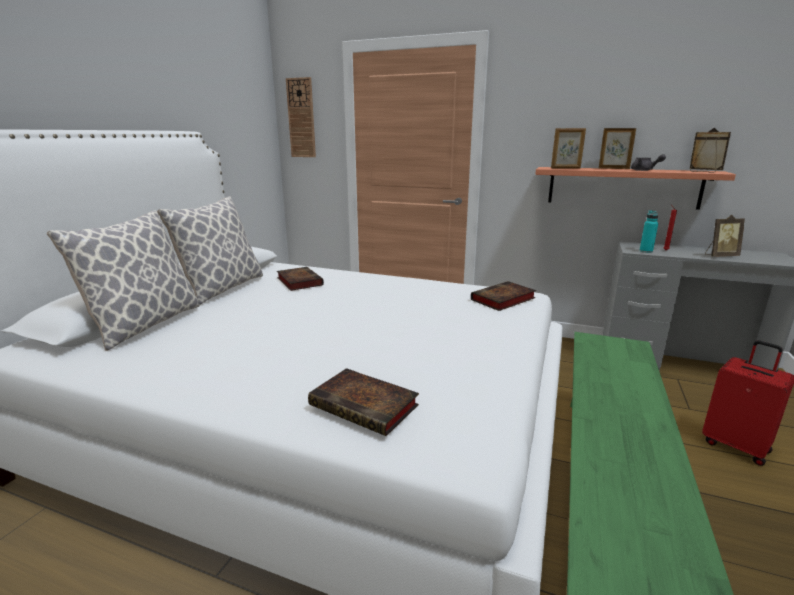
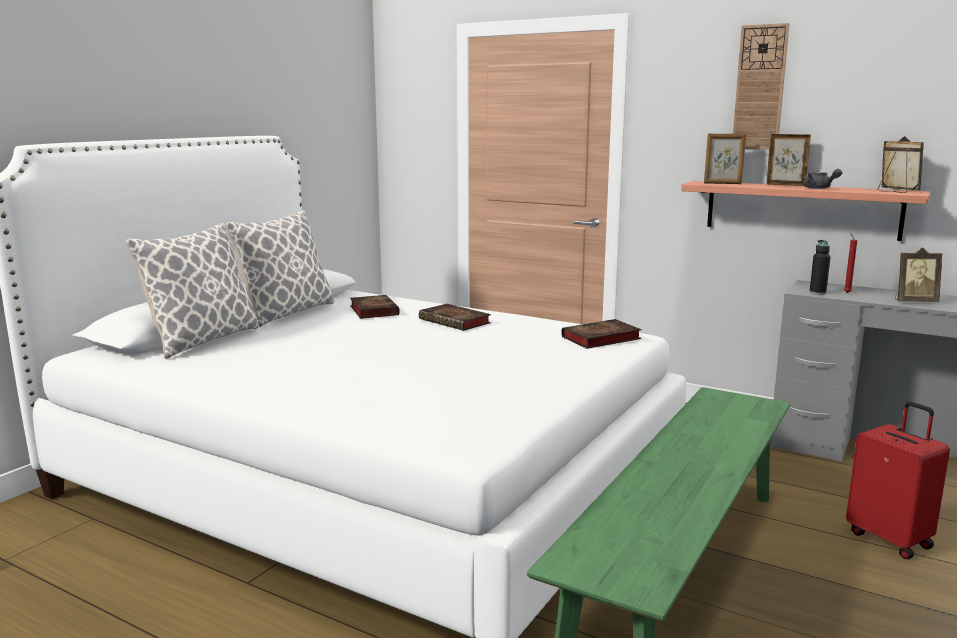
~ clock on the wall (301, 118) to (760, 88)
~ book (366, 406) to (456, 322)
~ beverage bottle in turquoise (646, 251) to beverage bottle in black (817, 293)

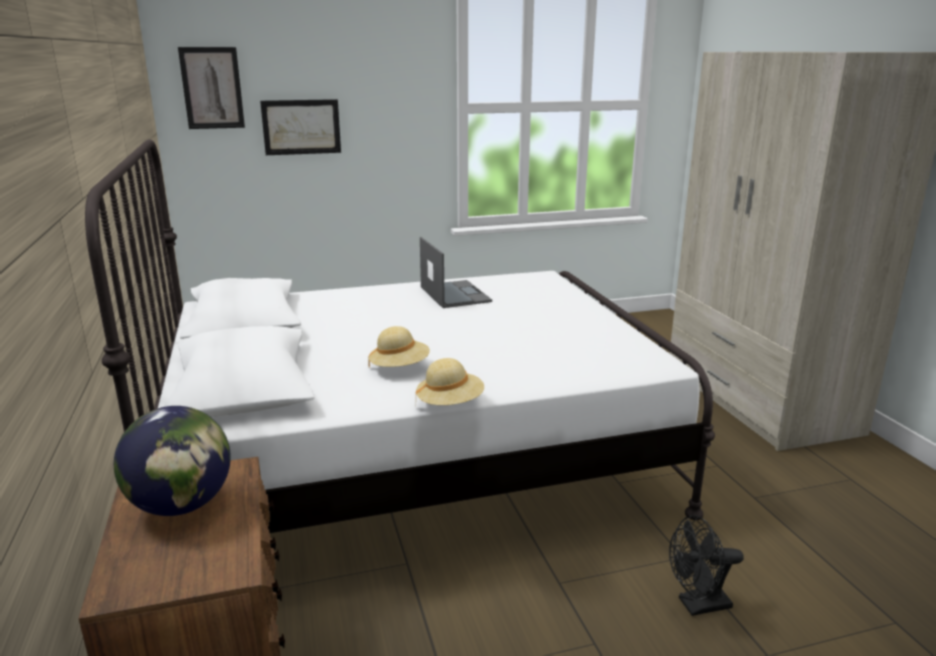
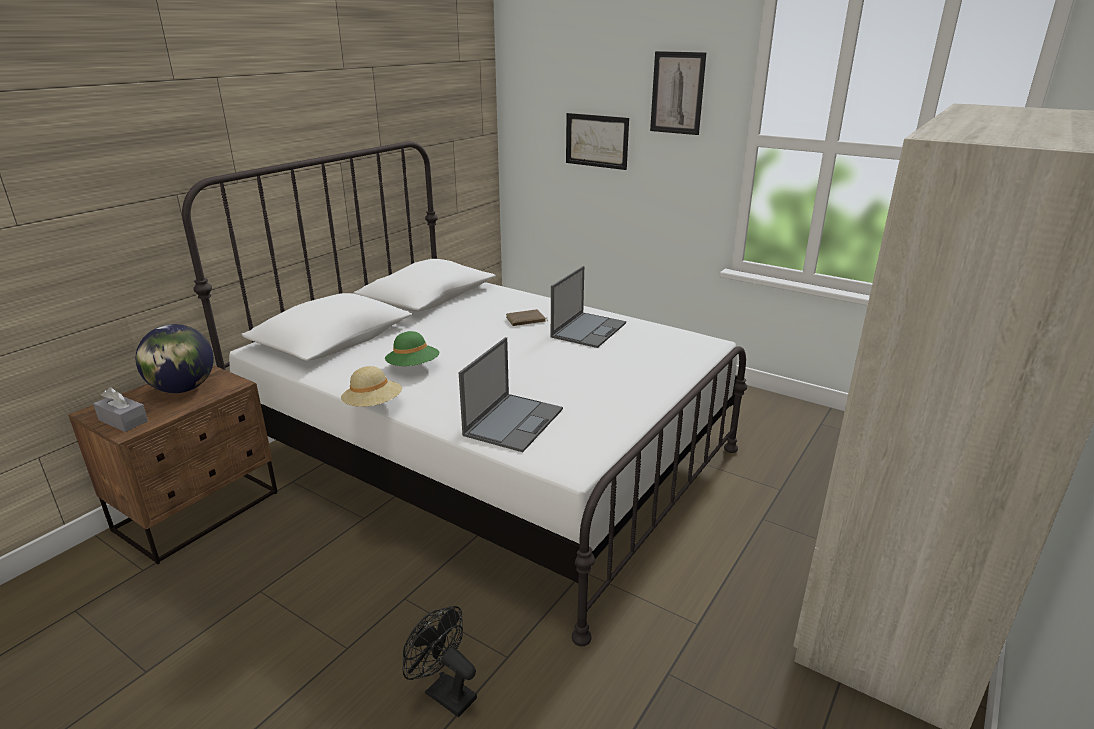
~ wall art (212, 88) to (677, 93)
~ hat in beige (399, 368) to hat in greenish (413, 367)
+ tissue holder in greyish (123, 420)
+ laptop (514, 421)
+ book in brown (526, 320)

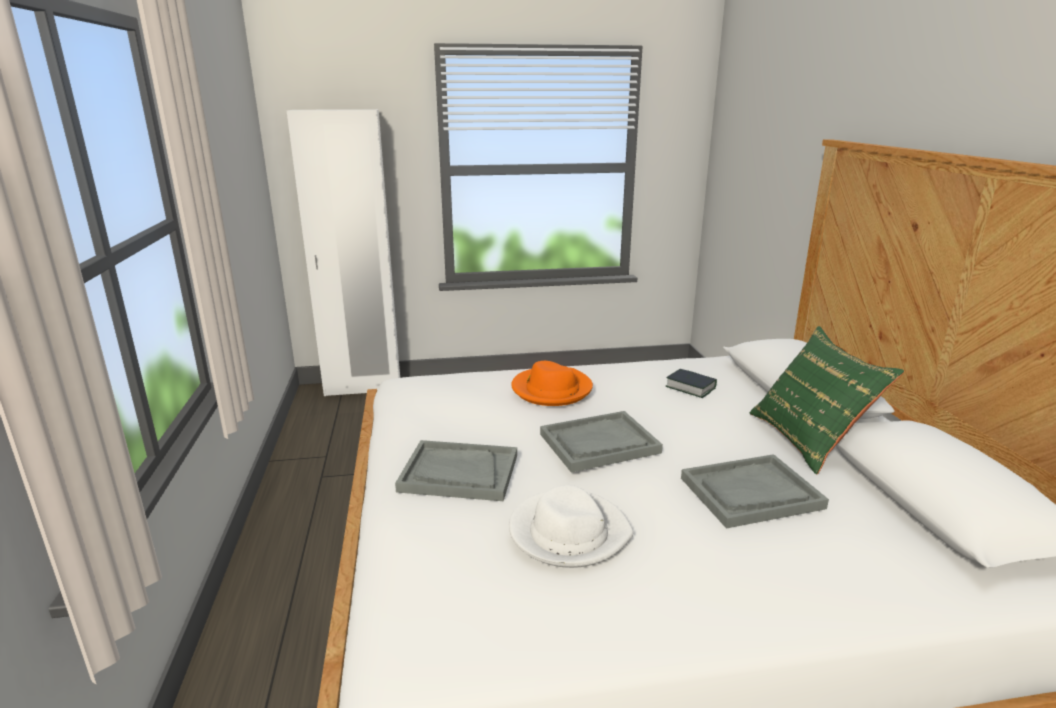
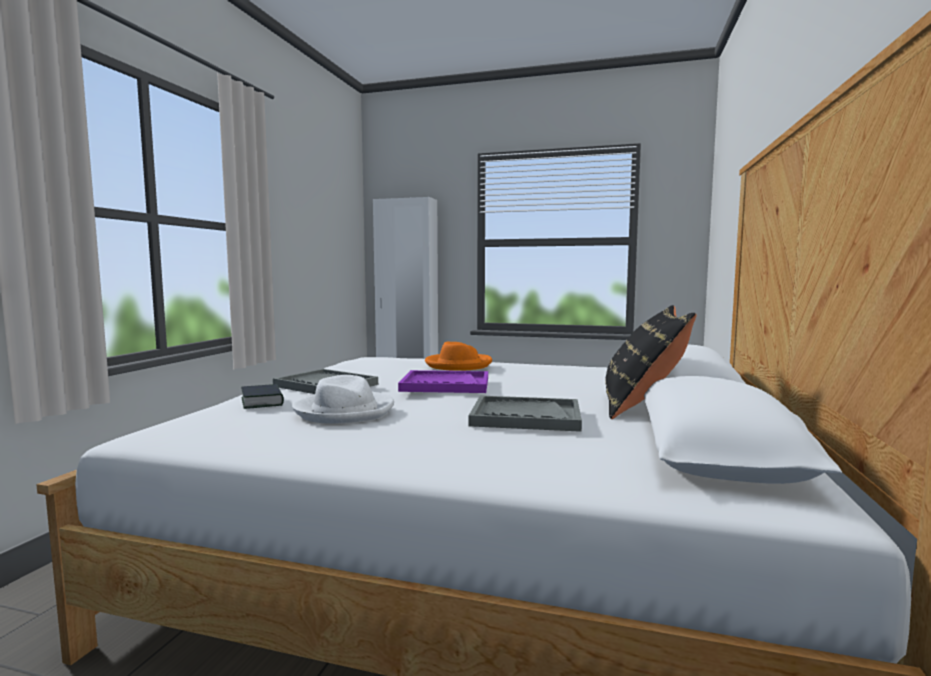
~ tray in greyish (599, 443) to tray in purplish (445, 385)
~ book (690, 387) to (262, 402)
~ cushion in greenish (809, 439) to cushion in black (641, 405)

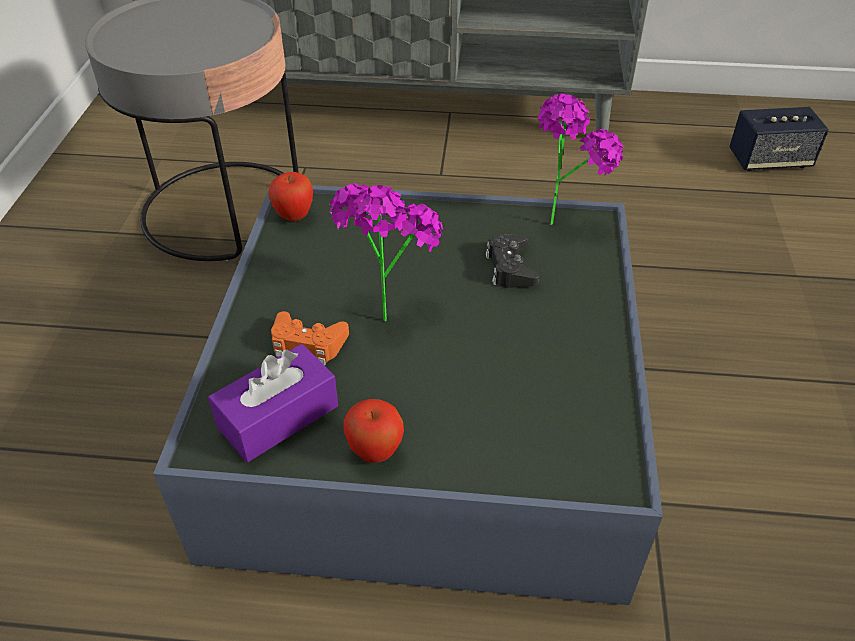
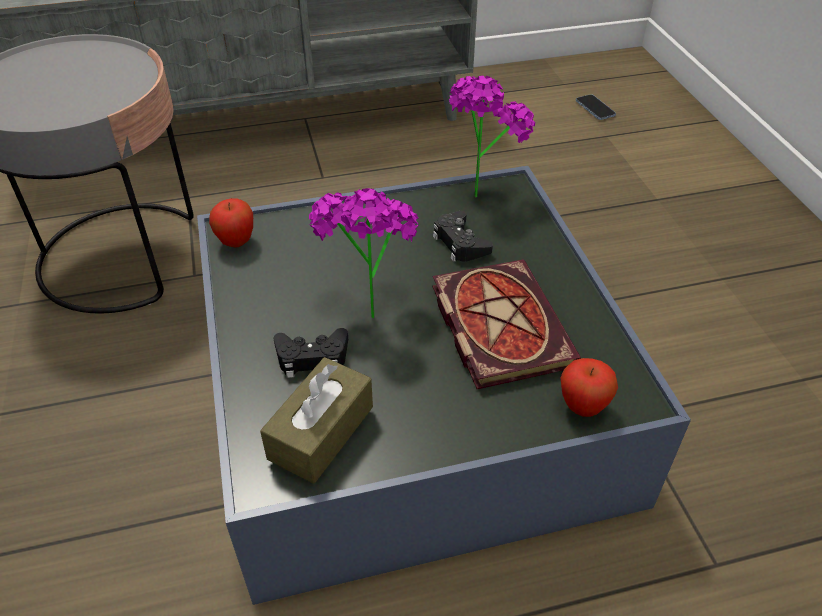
~ tissue holder in purplish (278, 416) to tissue holder in brown (321, 432)
~ game controller in orangey (308, 344) to game controller in black (312, 358)
~ apple (375, 451) to (582, 407)
~ audio speaker (769, 160) to telephone (595, 108)
+ book (497, 323)

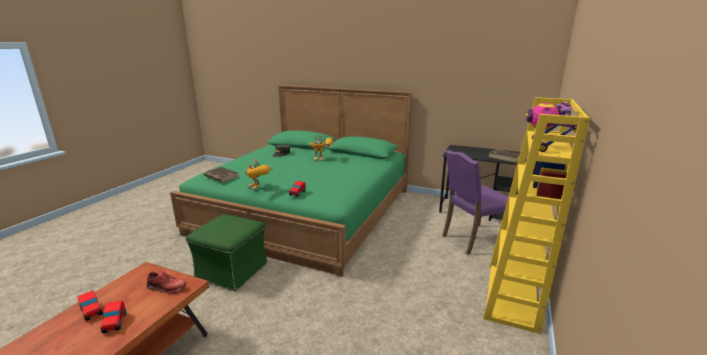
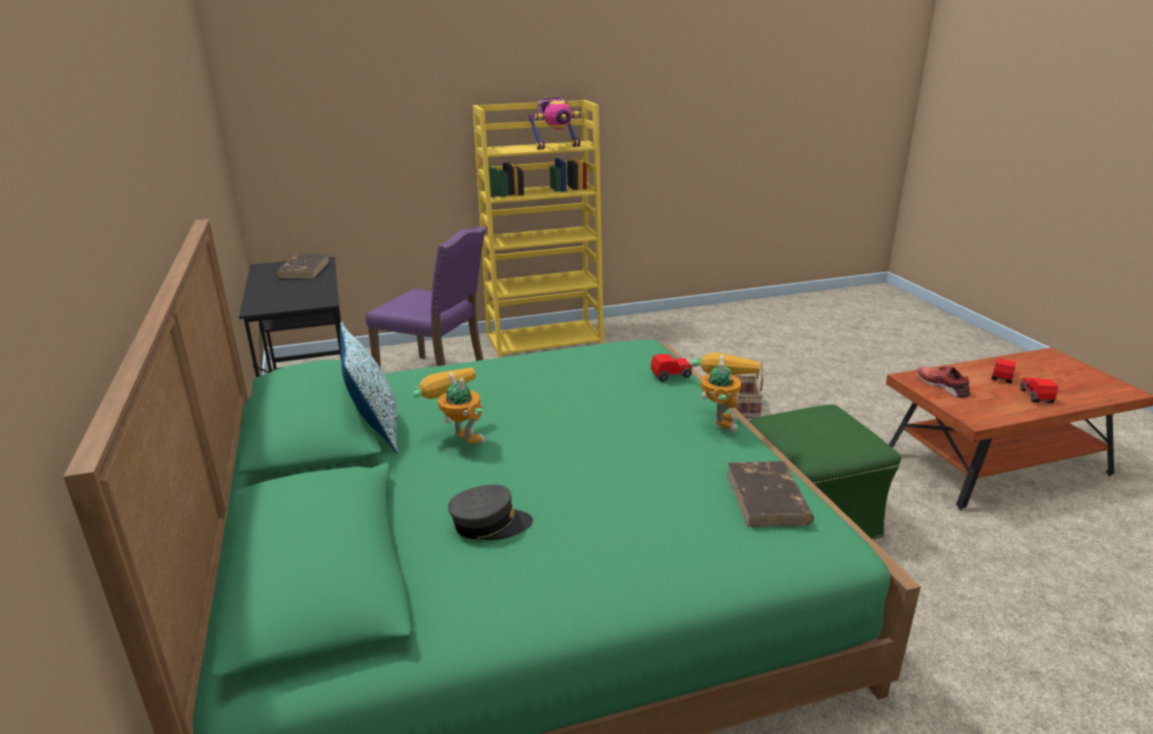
+ cushion (375, 429)
+ household basket (743, 407)

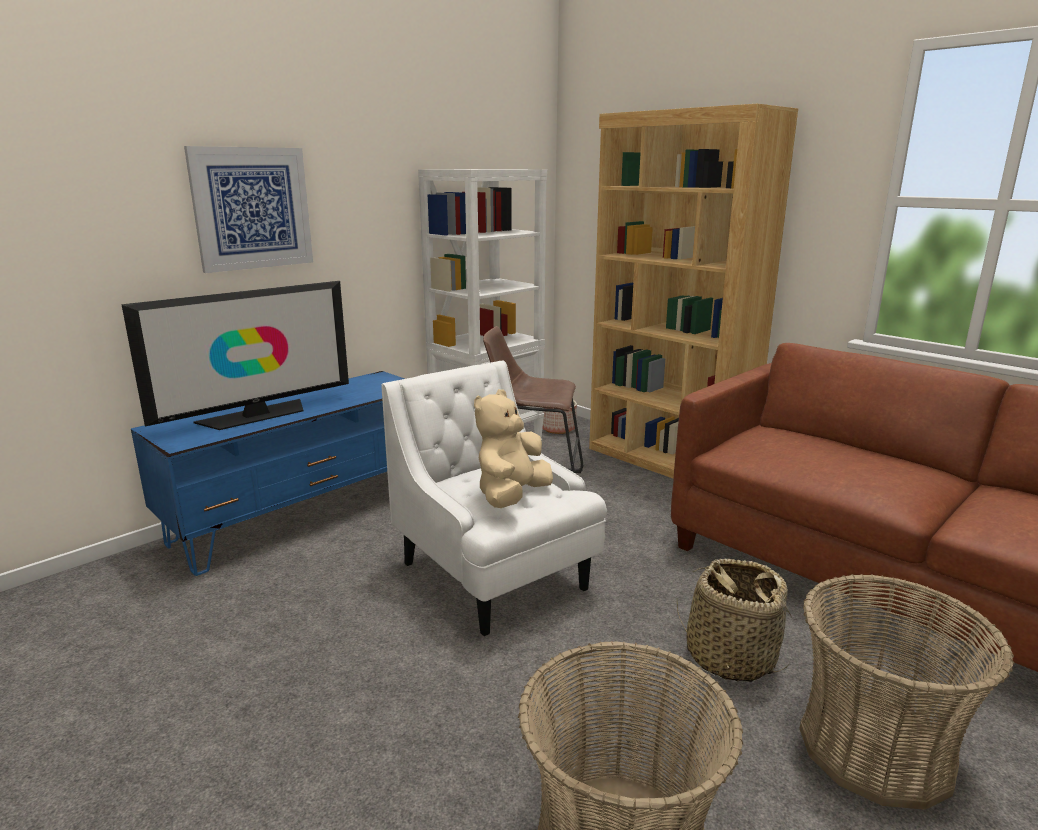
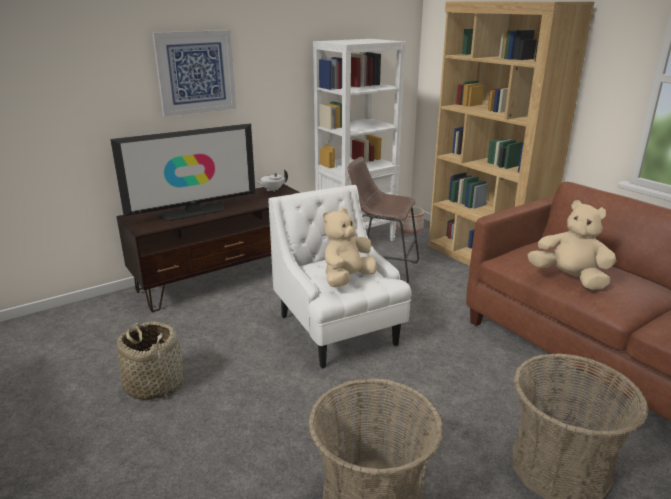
~ tv unit in blue (306, 514) to tv unit in brown (225, 278)
~ household basket (730, 657) to (154, 384)
+ pot for tea in whitish (272, 190)
+ cuddly toy in beige (569, 278)

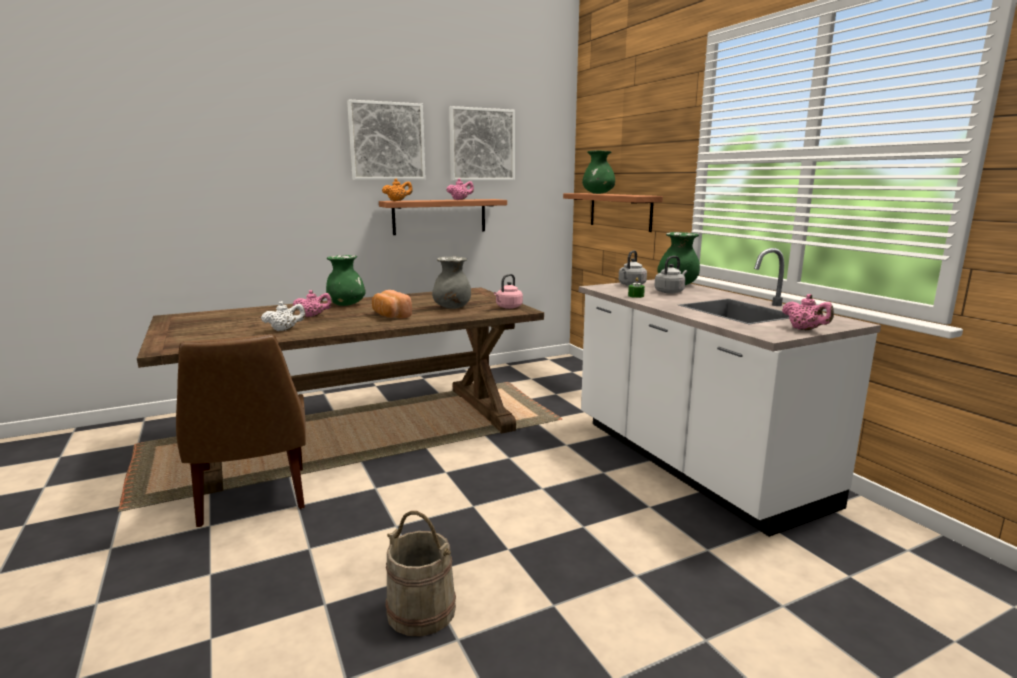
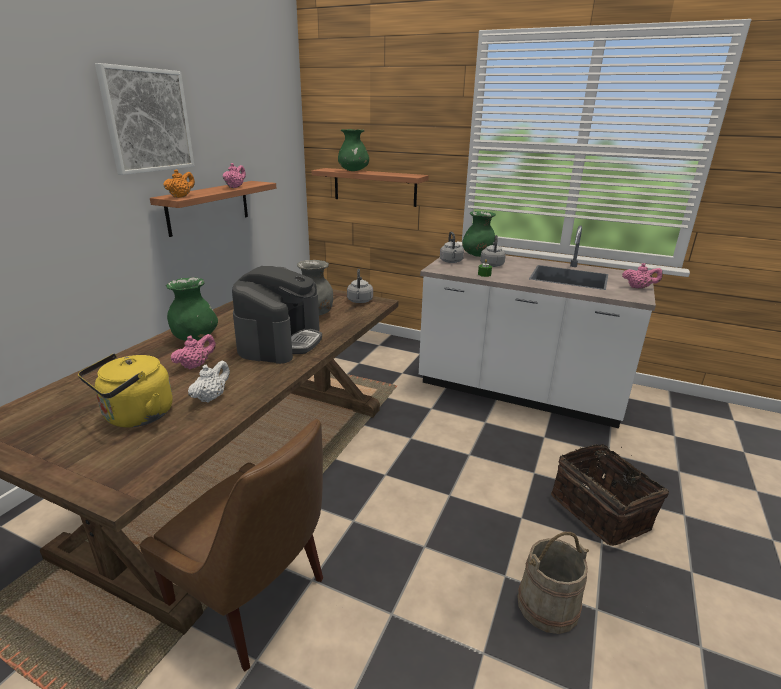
~ bakery bread (390, 316) to coffee maker (280, 341)
- wall art (482, 145)
~ water kettle in pink (508, 307) to water kettle in greyish (360, 301)
+ water kettle in yellow-coloured (135, 417)
+ household basket (602, 511)

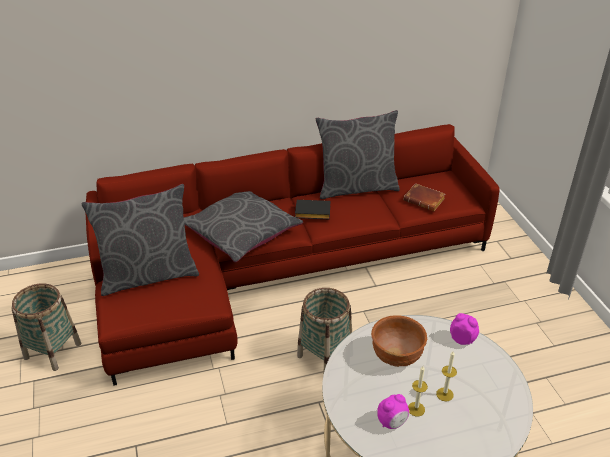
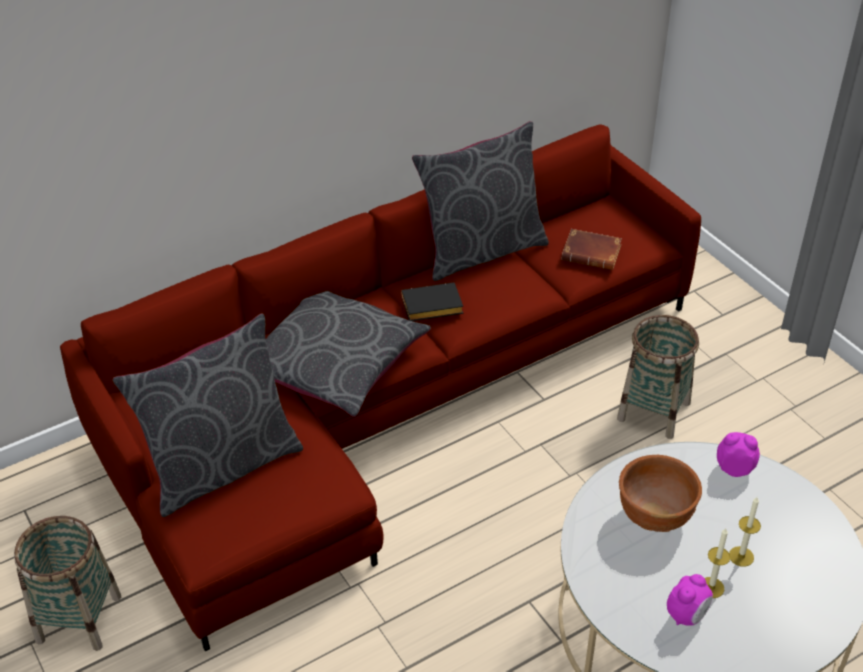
~ household basket (325, 355) to (654, 411)

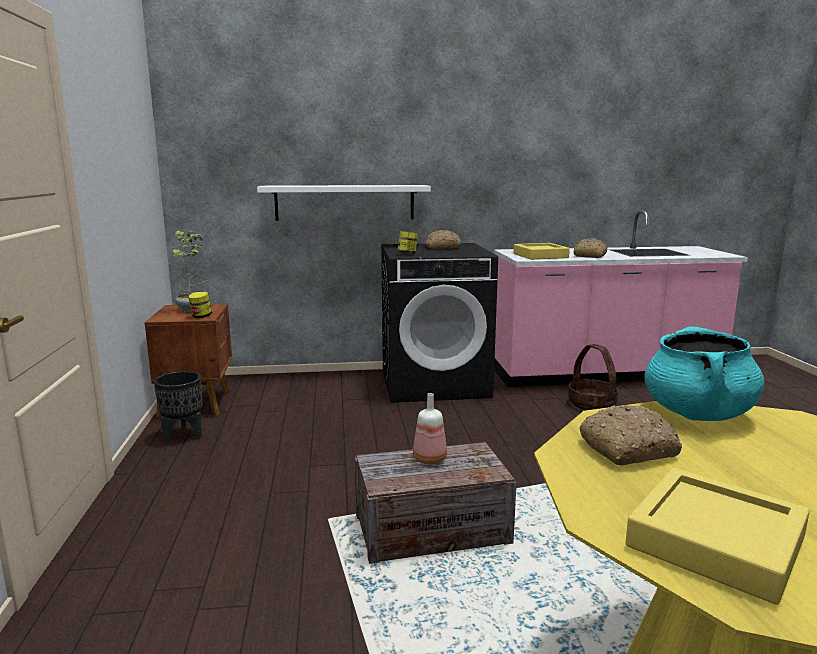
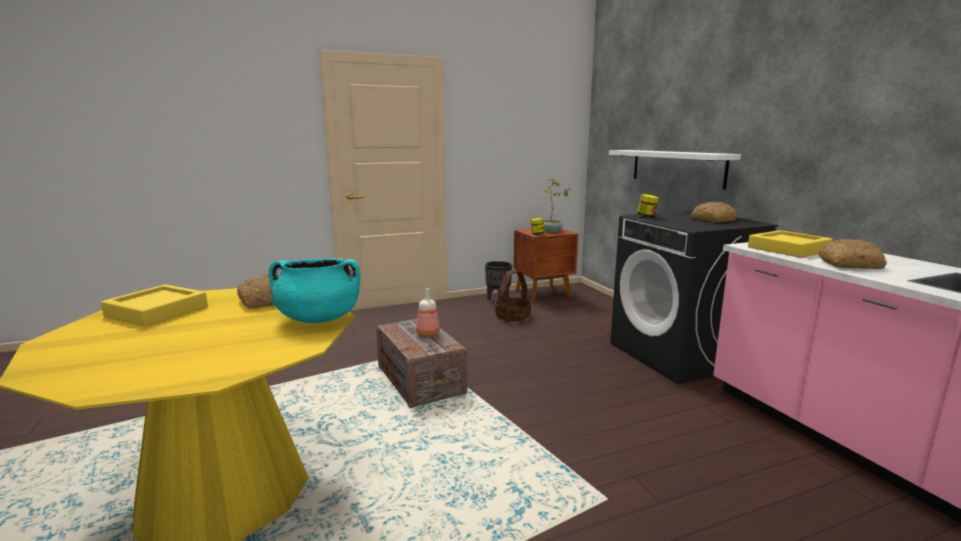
~ household basket (592, 404) to (512, 316)

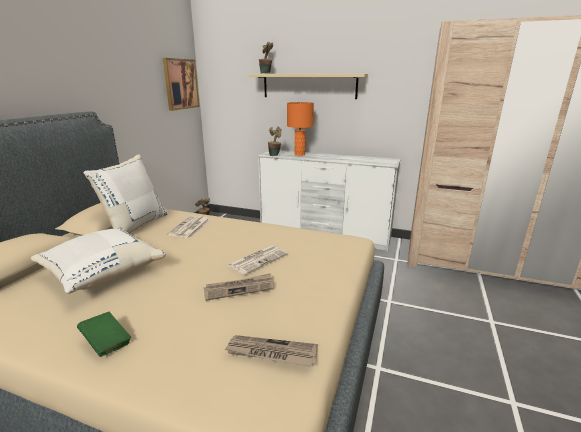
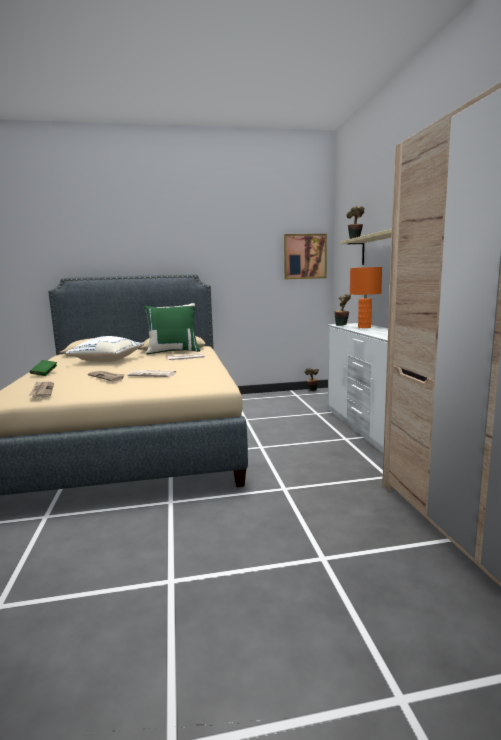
~ cushion in whitish (135, 225) to cushion in greenish (173, 351)

